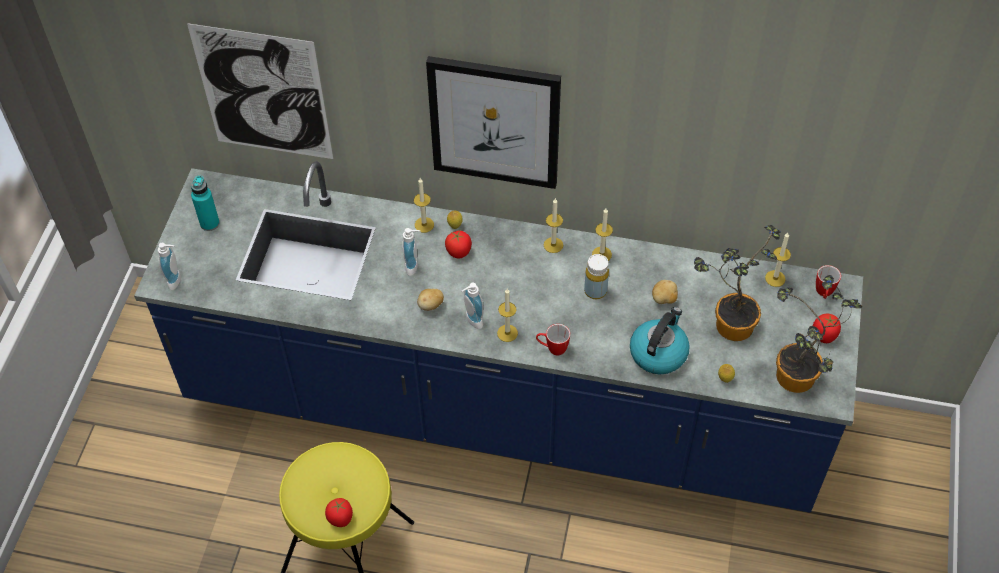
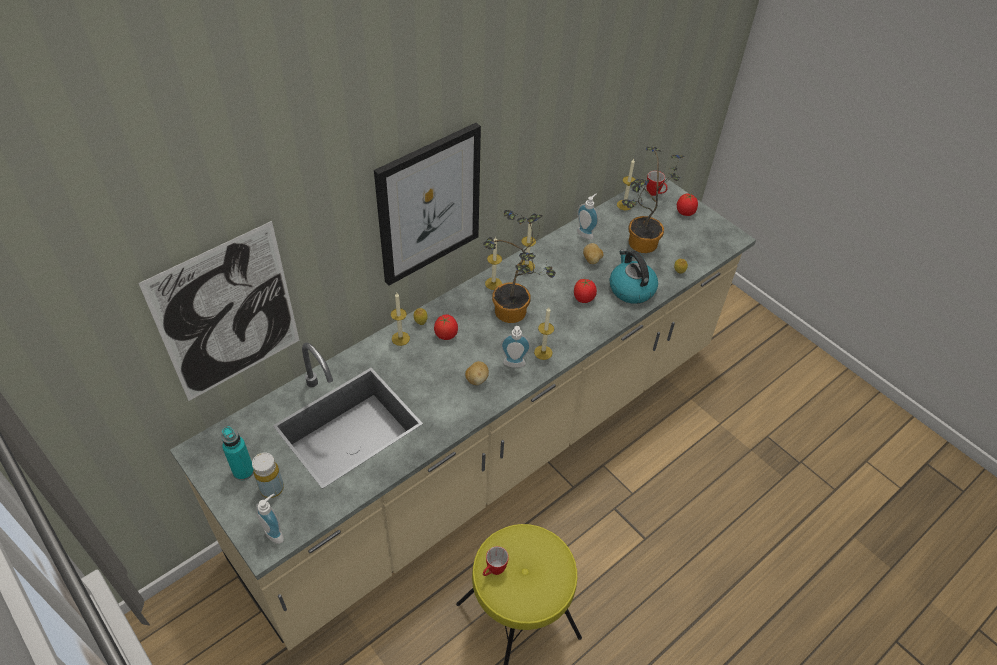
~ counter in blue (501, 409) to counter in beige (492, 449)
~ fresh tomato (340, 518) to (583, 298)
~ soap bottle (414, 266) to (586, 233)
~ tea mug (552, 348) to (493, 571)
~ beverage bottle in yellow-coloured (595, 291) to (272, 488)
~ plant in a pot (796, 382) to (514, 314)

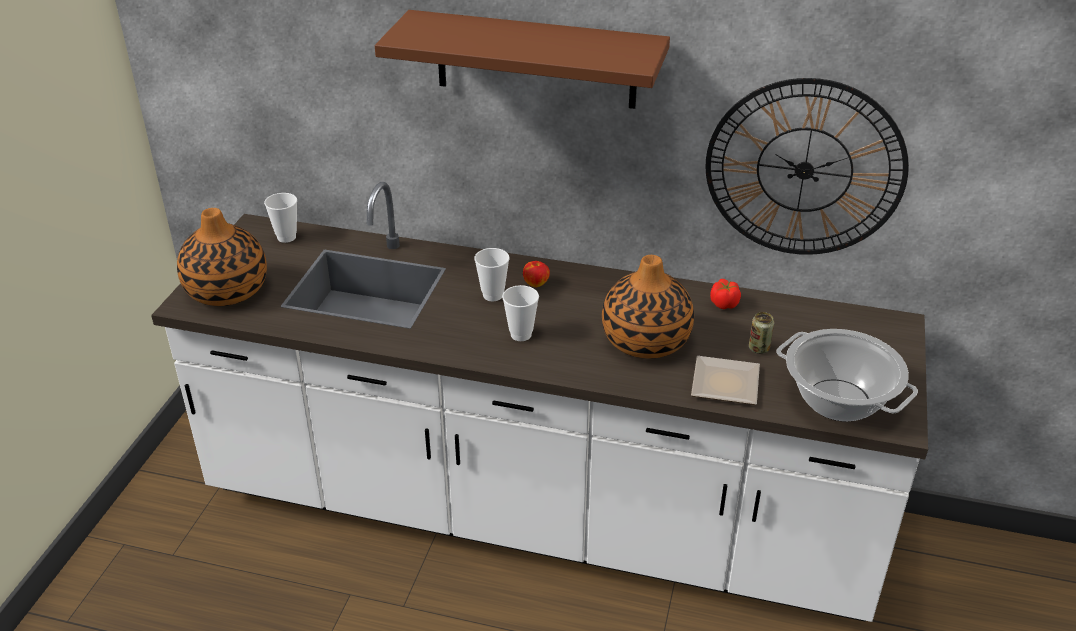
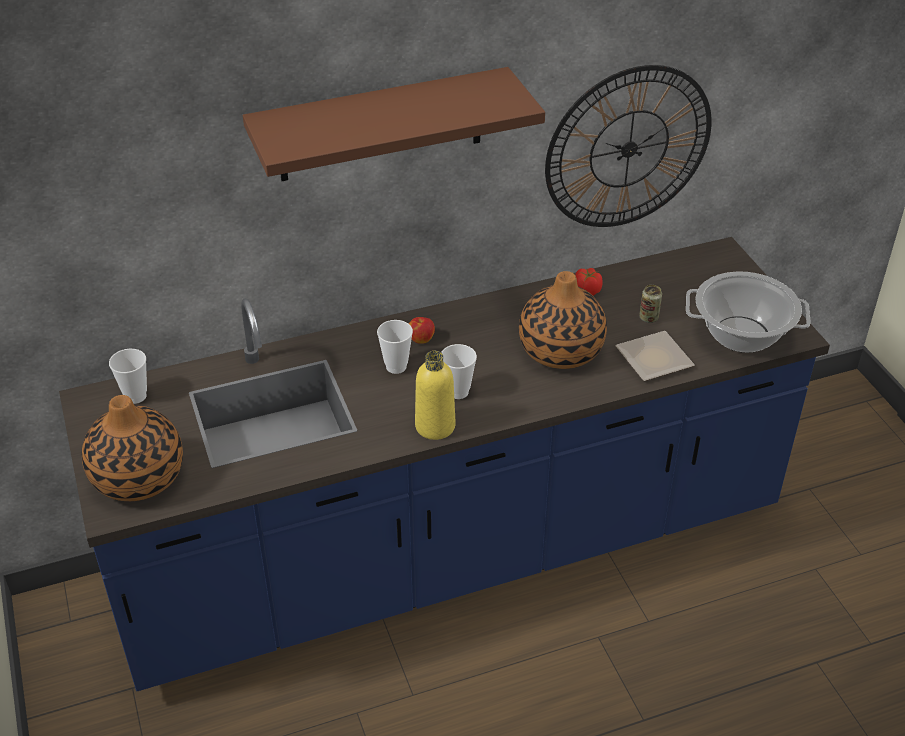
~ counter in whitish (538, 513) to counter in blue (452, 552)
+ beverage bottle in yellow-coloured (435, 426)

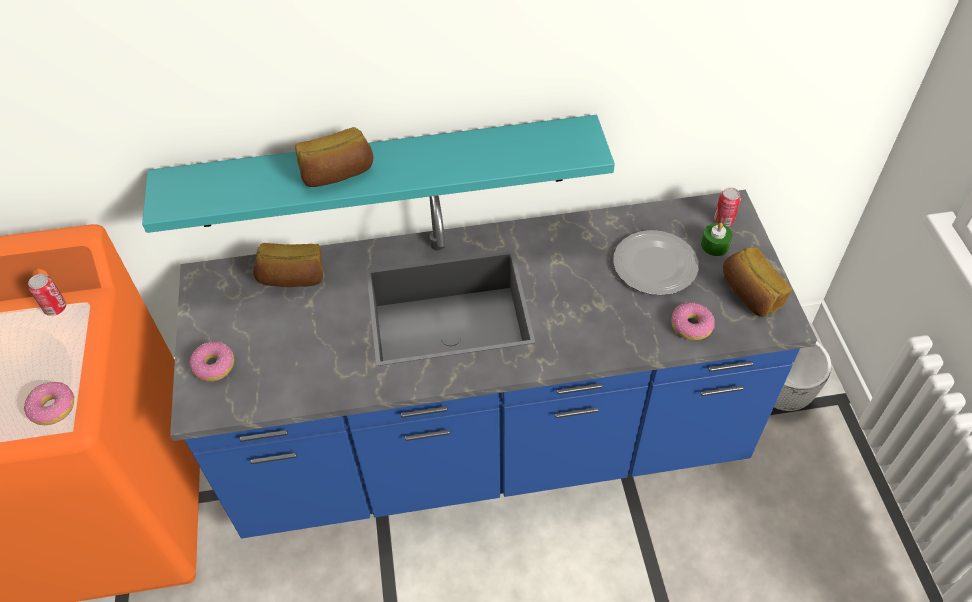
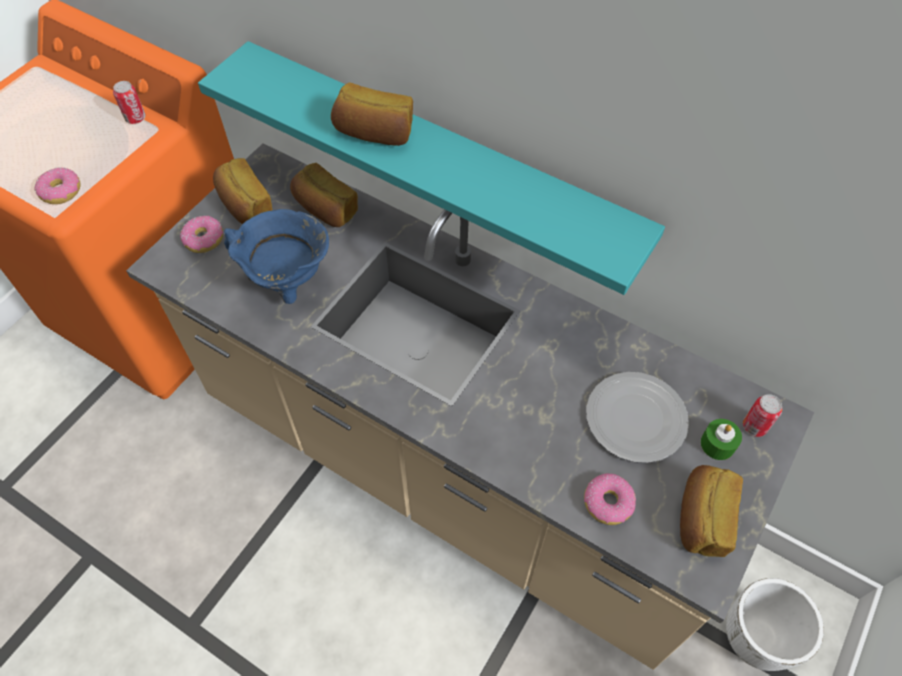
~ counter in blue (490, 447) to counter in beige (450, 471)
+ bakery bread (244, 205)
+ saucepot in blue (288, 283)

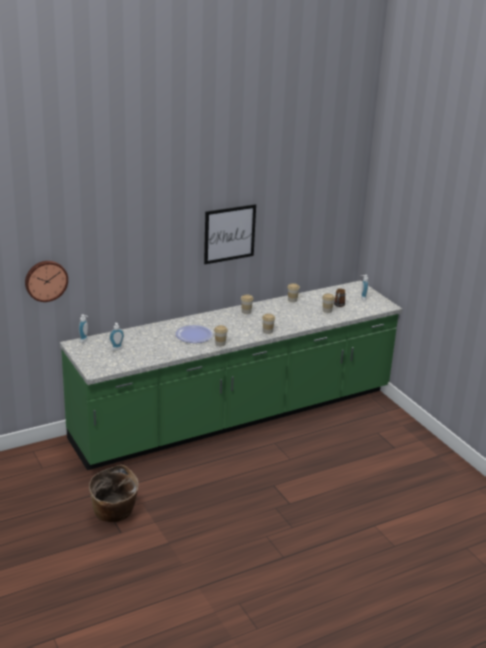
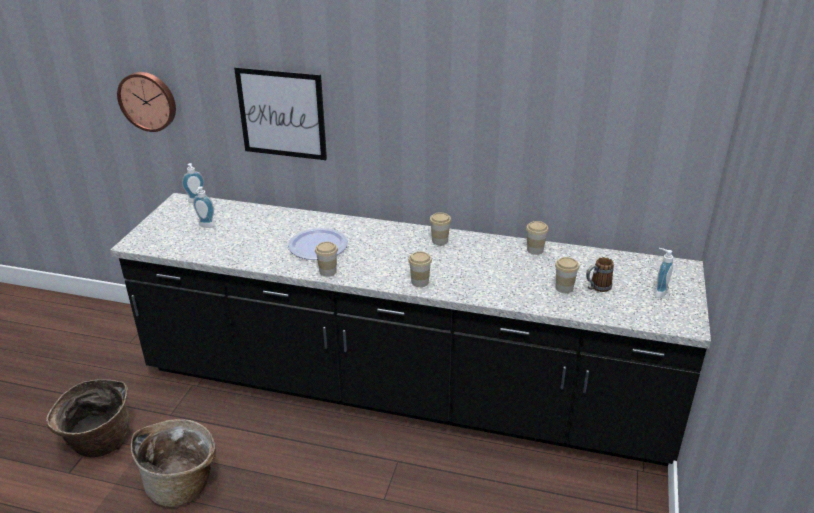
~ counter in greenish (238, 415) to counter in black (408, 393)
~ wall art (229, 233) to (282, 113)
+ household basket (183, 484)

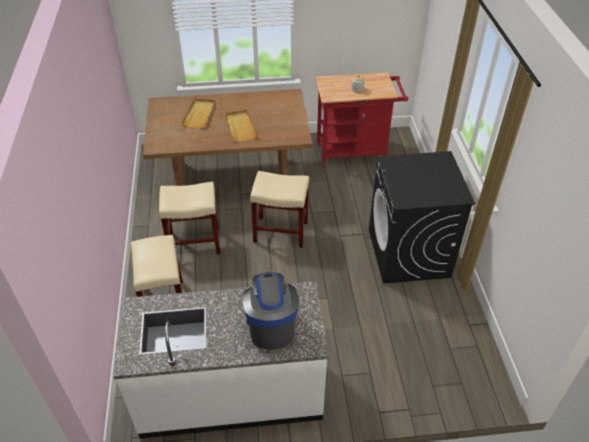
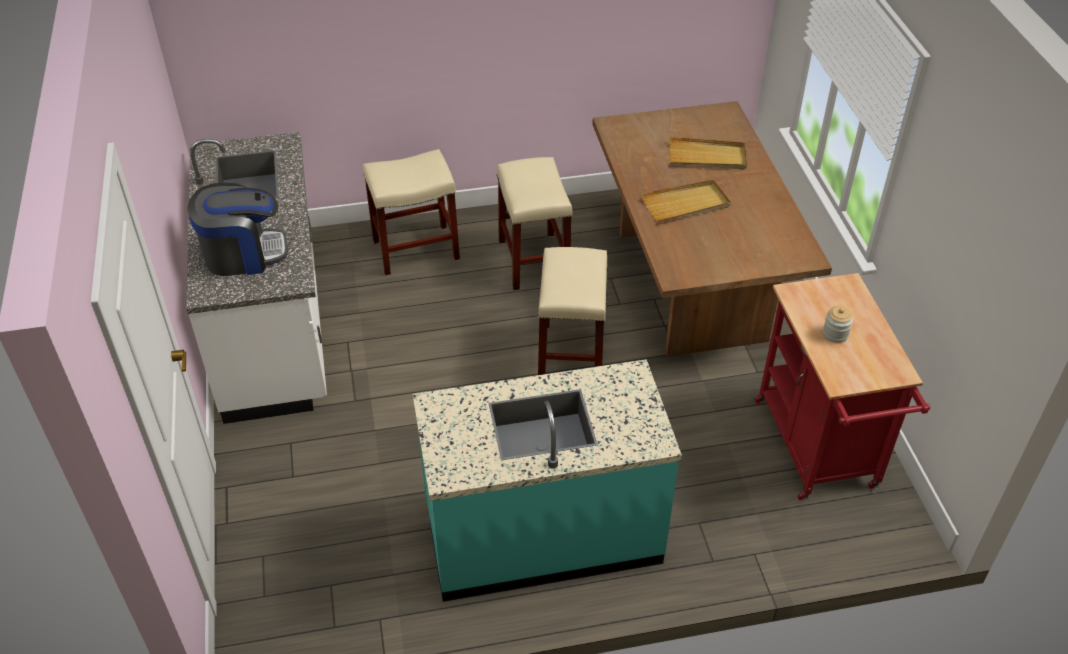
~ laundry appliance in black (409, 253) to counter in turquoise (542, 534)

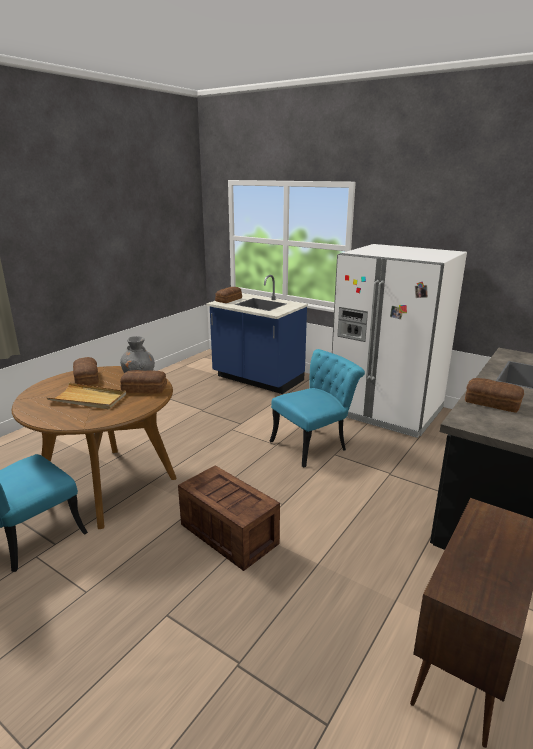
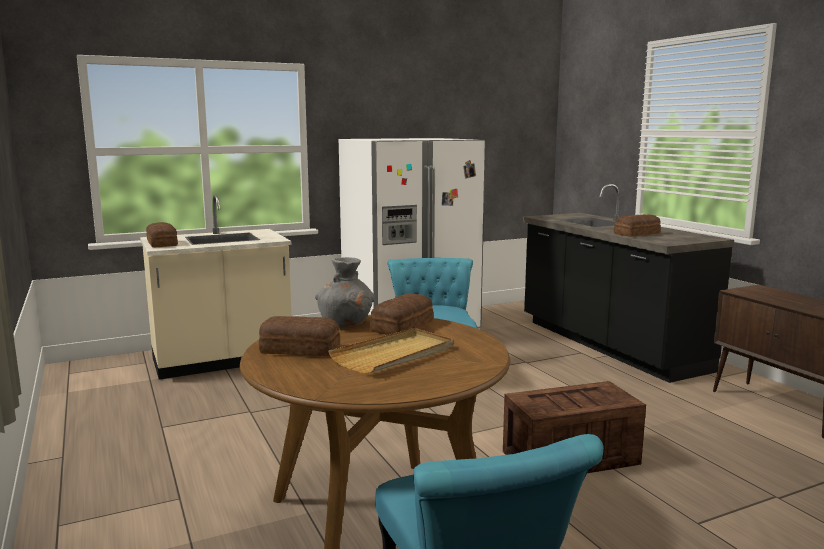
~ counter in blue (257, 379) to counter in beige (222, 361)

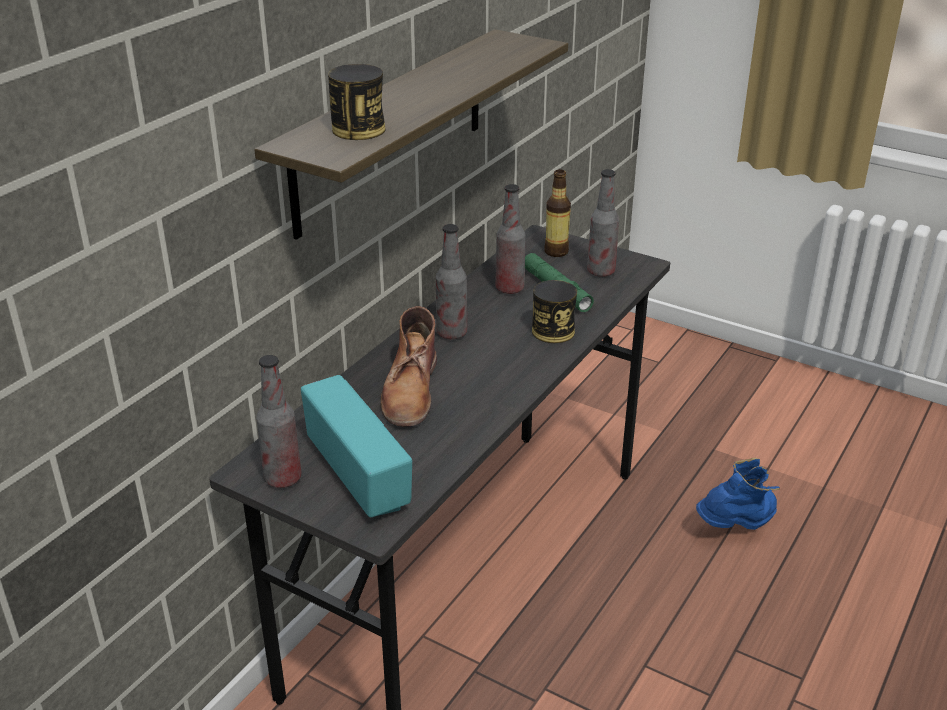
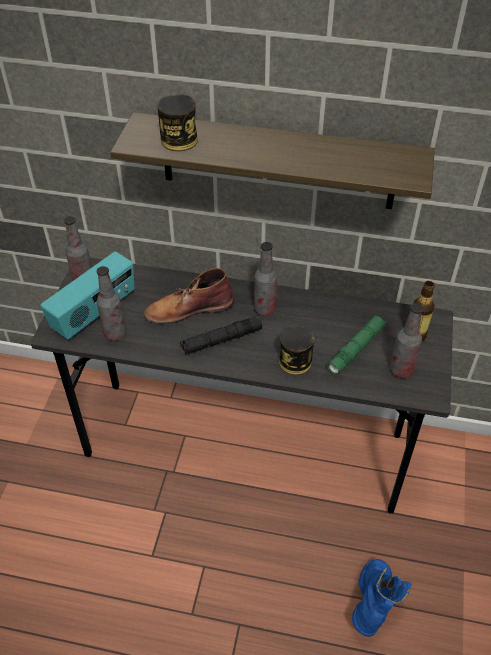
~ beverage bottle (509, 288) to (115, 333)
~ tall boot in blue (737, 526) = (373, 605) 105 degrees counterclockwise
+ flashlight in black (221, 340)

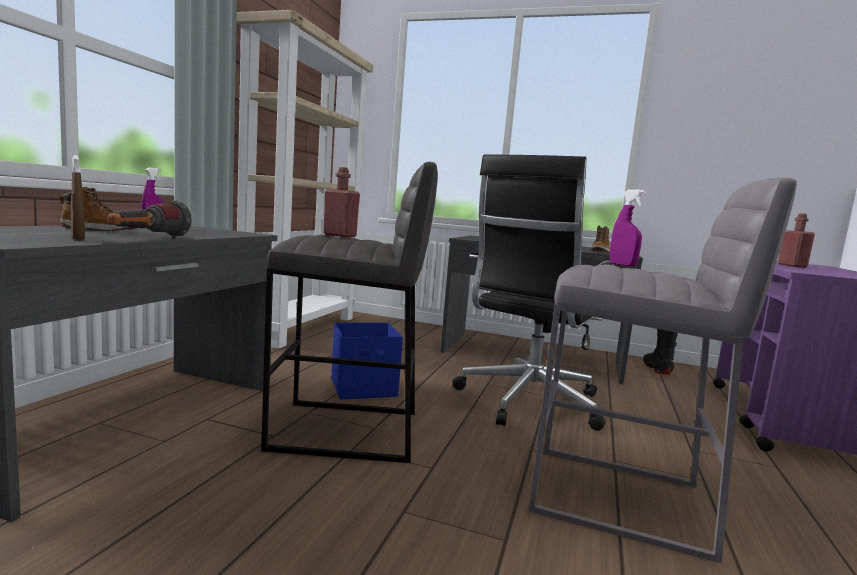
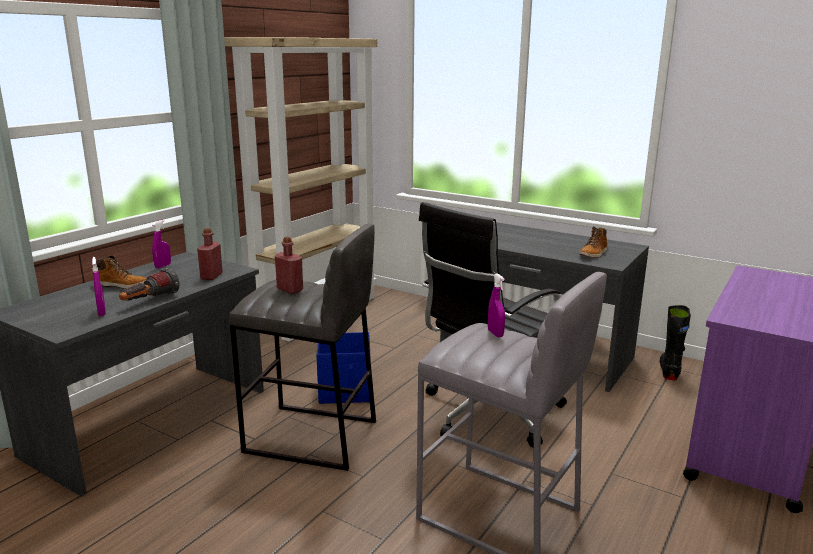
~ hand sprayer in brown (78, 238) to hand sprayer in purplish (102, 312)
~ beverage bottle in red (792, 266) to (211, 276)

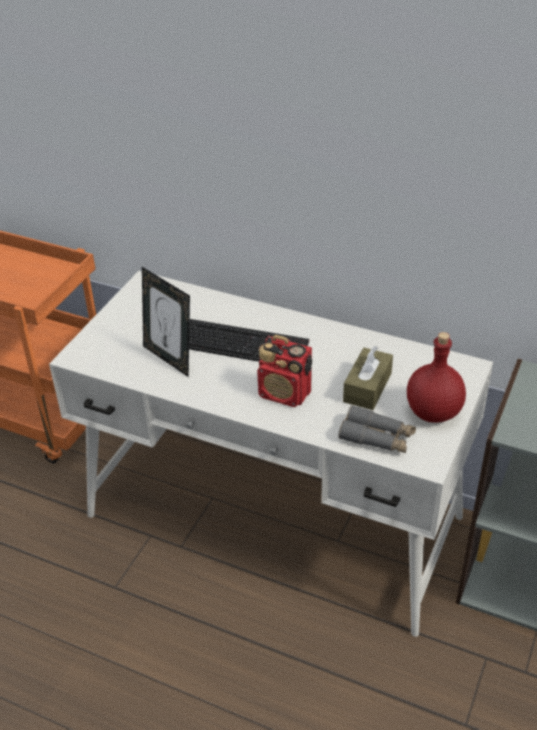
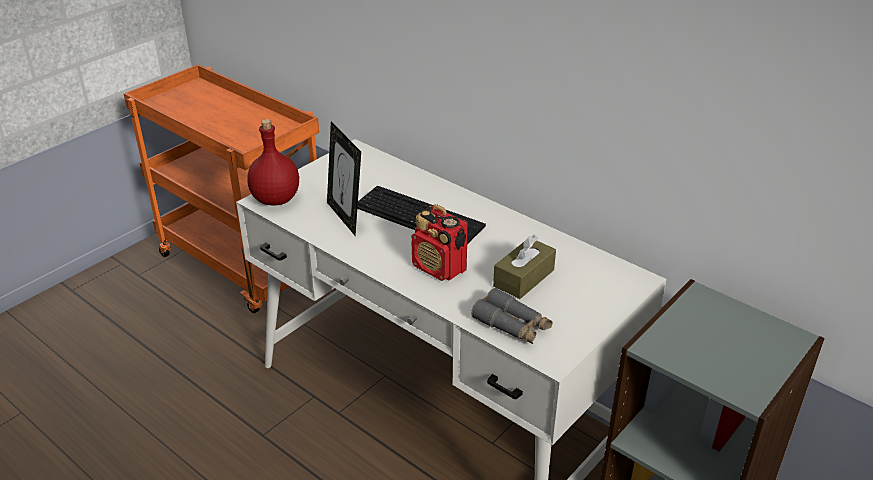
~ beverage bottle in red (433, 413) to (275, 200)

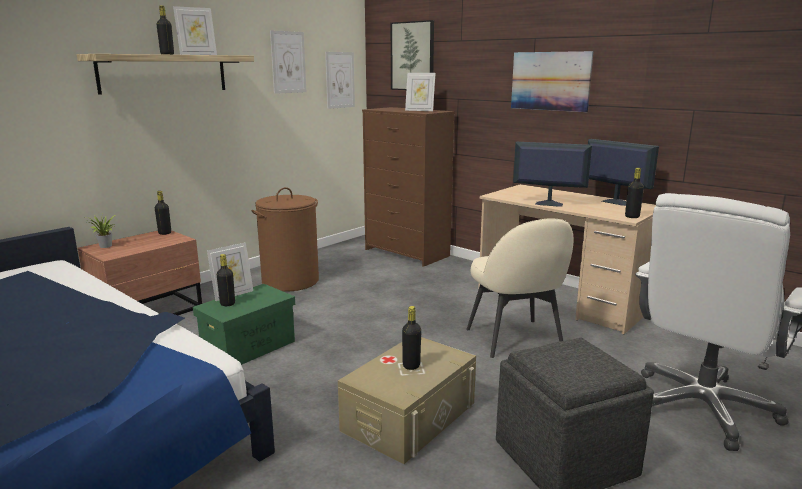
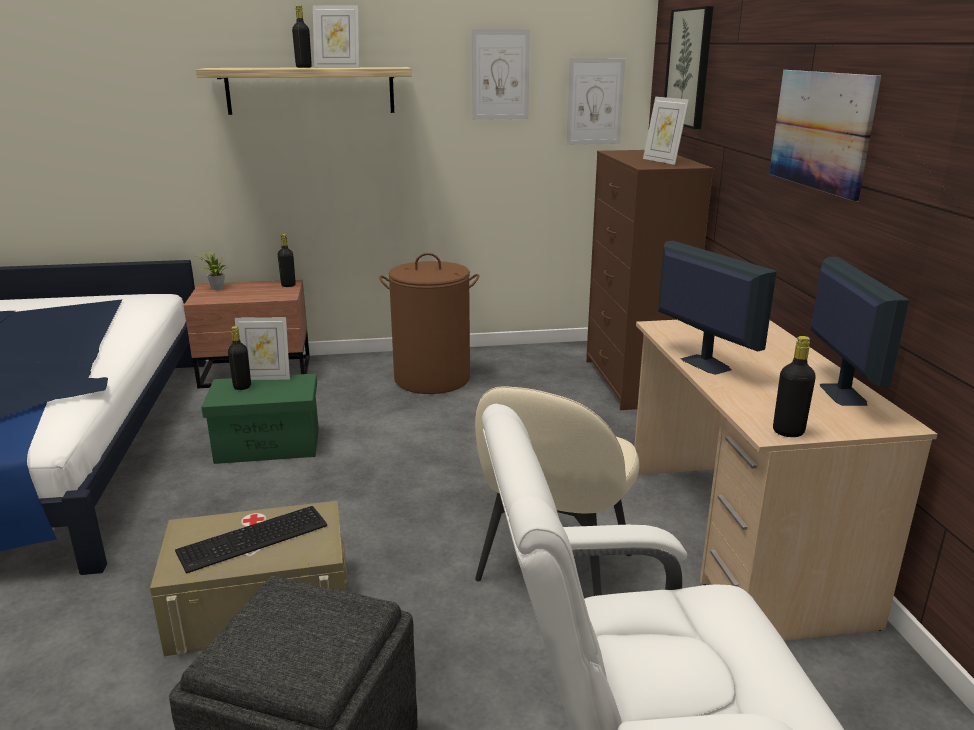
~ beverage bottle in black (411, 365) to computer keyboard (255, 539)

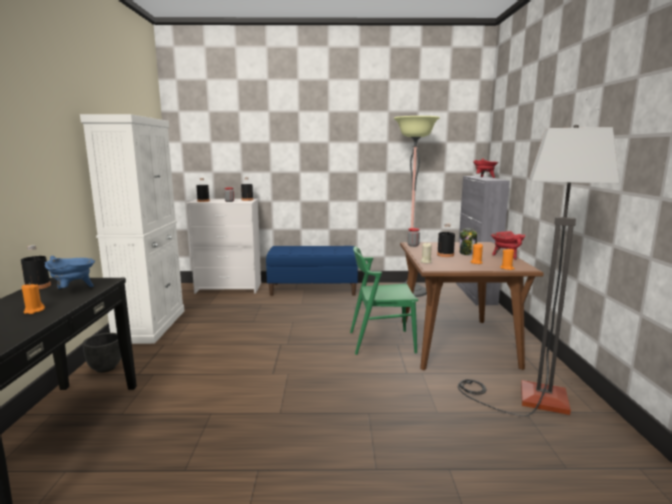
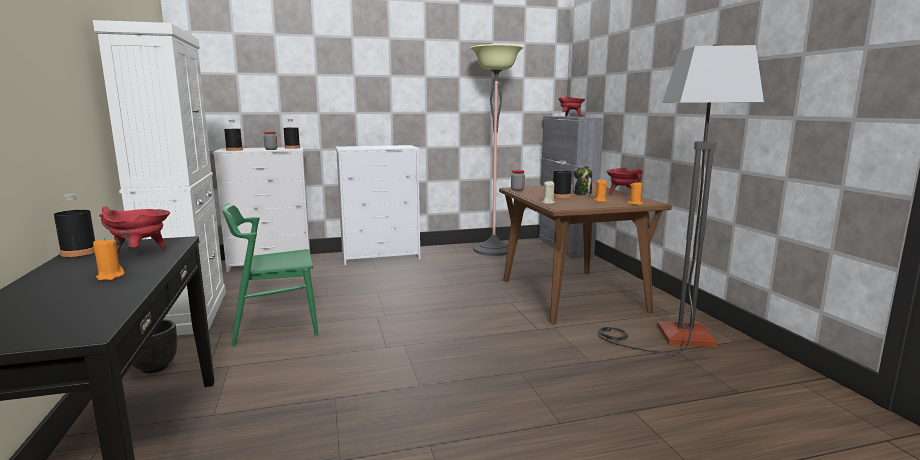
~ saucepot in blue (73, 290) to saucepot in red (140, 253)
~ long seat in blue (313, 289) to chest of drawers in whitish (381, 256)
~ upright chair in greenish (381, 342) to (275, 326)

